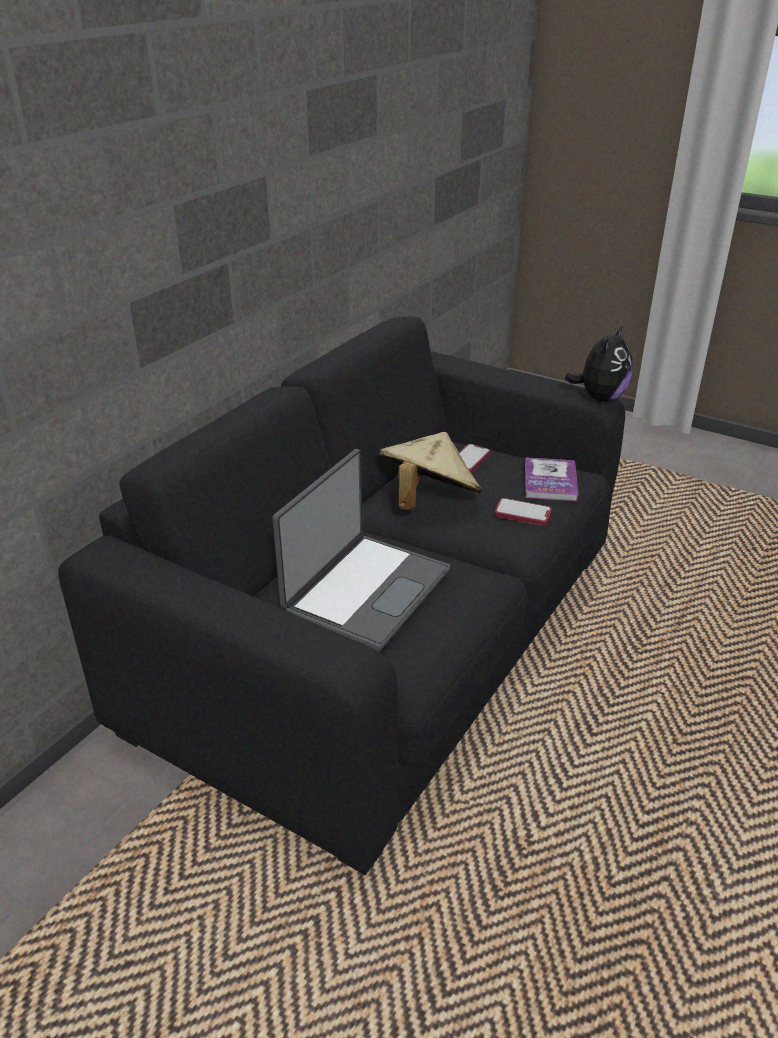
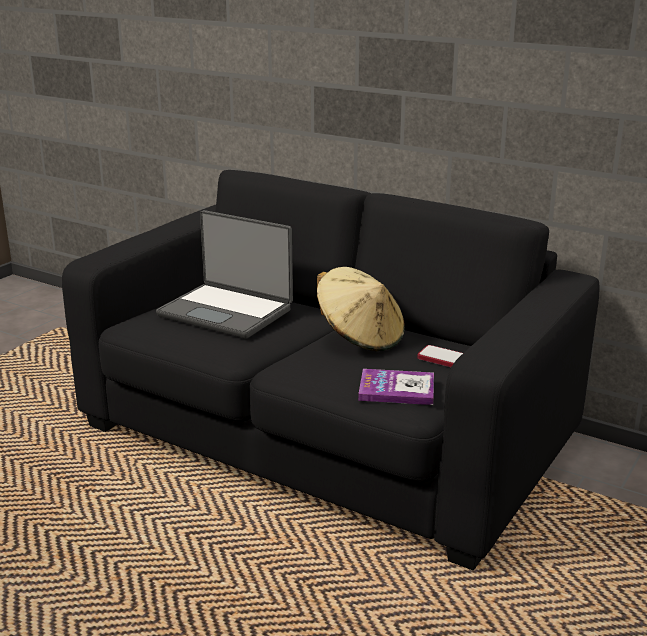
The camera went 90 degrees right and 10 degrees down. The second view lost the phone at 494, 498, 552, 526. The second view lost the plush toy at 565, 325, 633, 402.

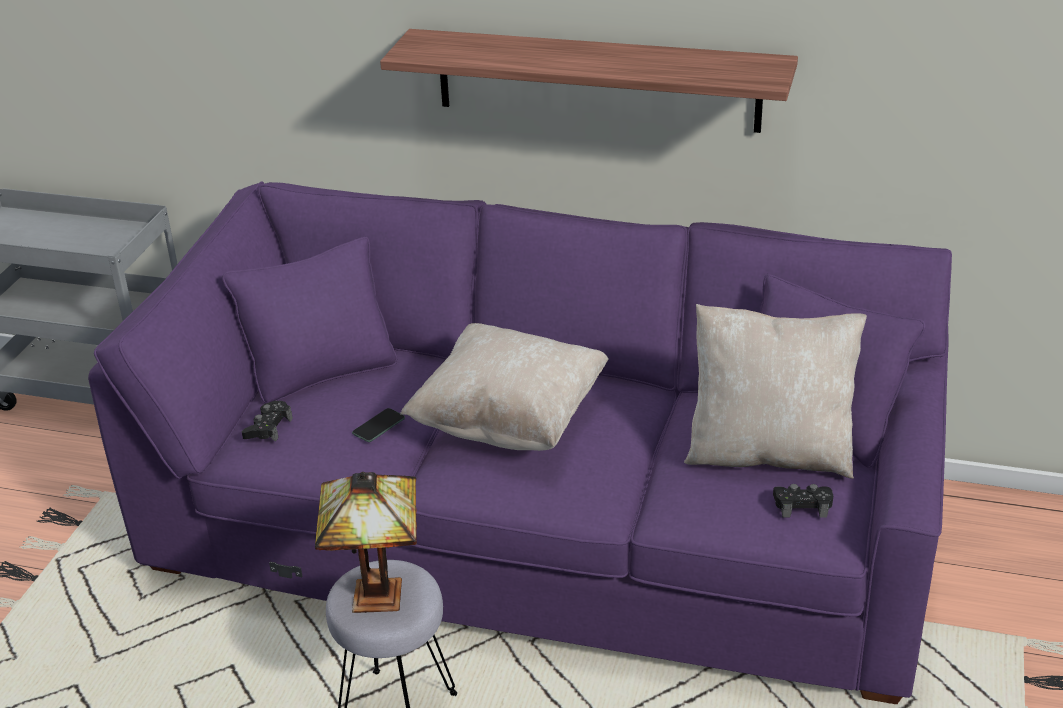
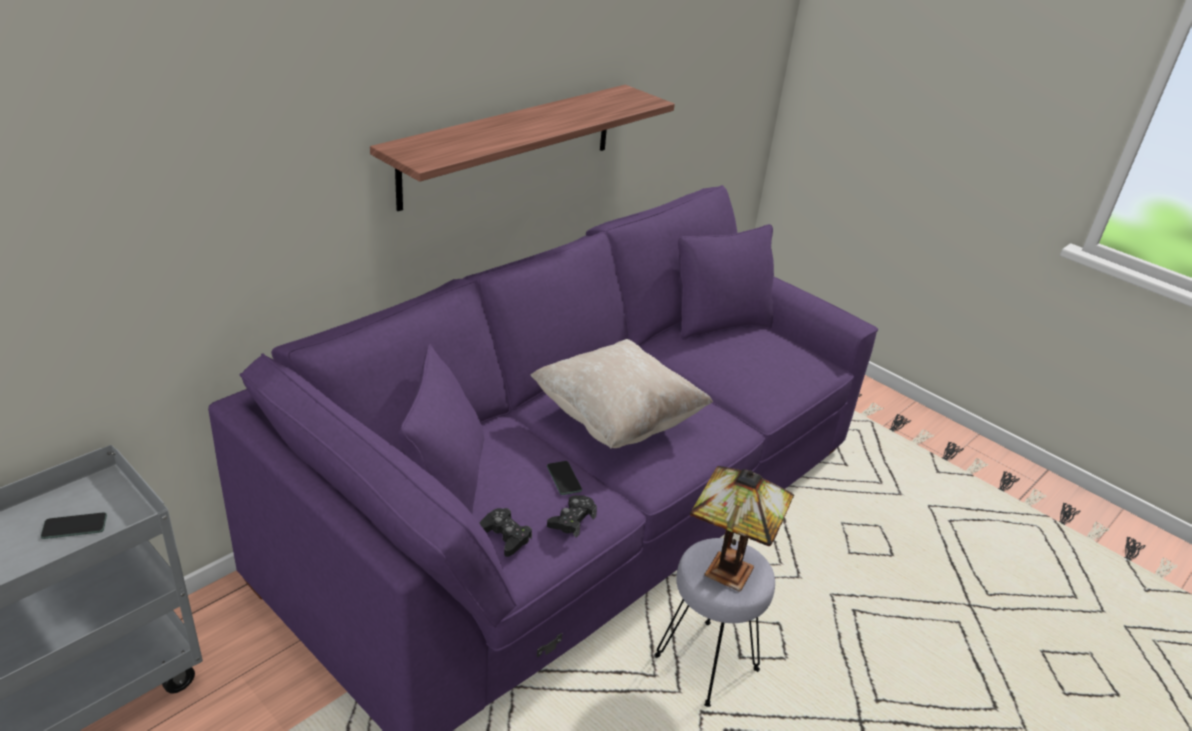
The camera went 65 degrees left and 0 degrees up. The second view gained the phone at 41, 512, 107, 539. The black-coloured gamepad ended up elsewhere, having gone from 773, 484, 833, 517 to 547, 495, 597, 538. The second view lost the sand-coloured throw pillow at 684, 304, 867, 479.

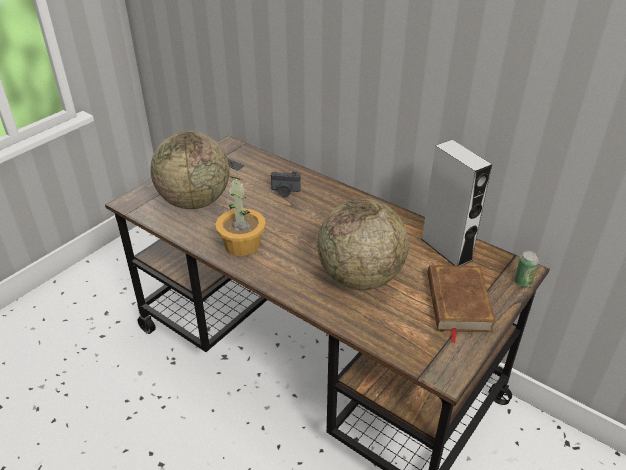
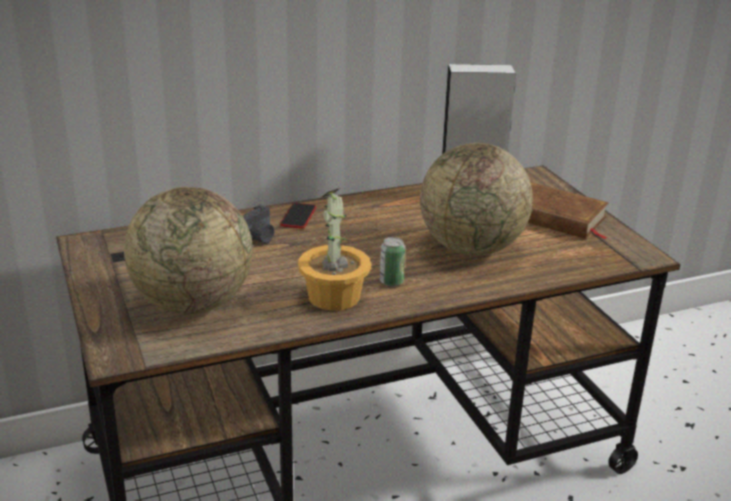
The camera went 60 degrees left and 10 degrees down. The second view gained the phone at 280, 203, 316, 229. The sealed can ended up elsewhere, having gone from 514, 251, 539, 287 to 380, 237, 405, 286.

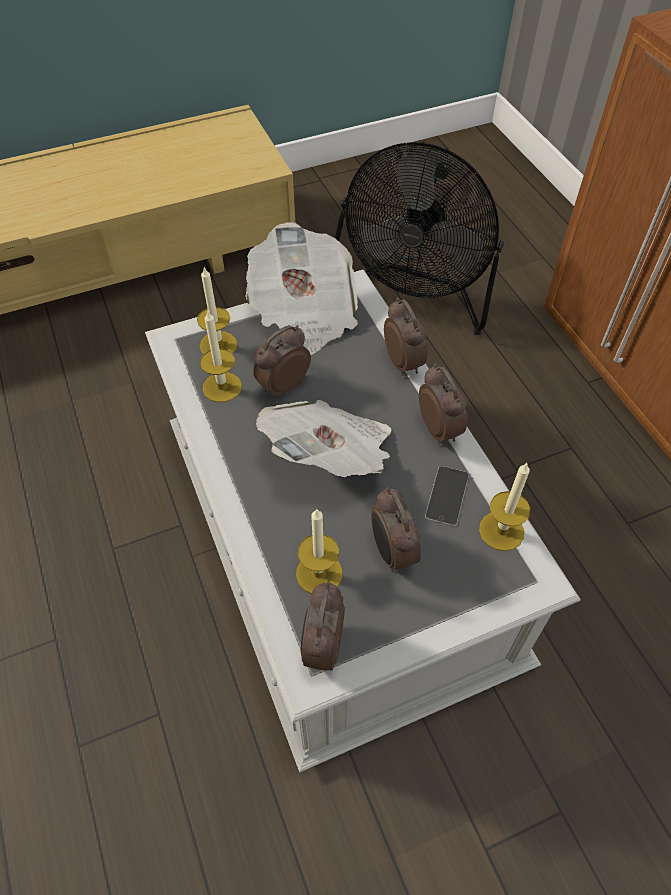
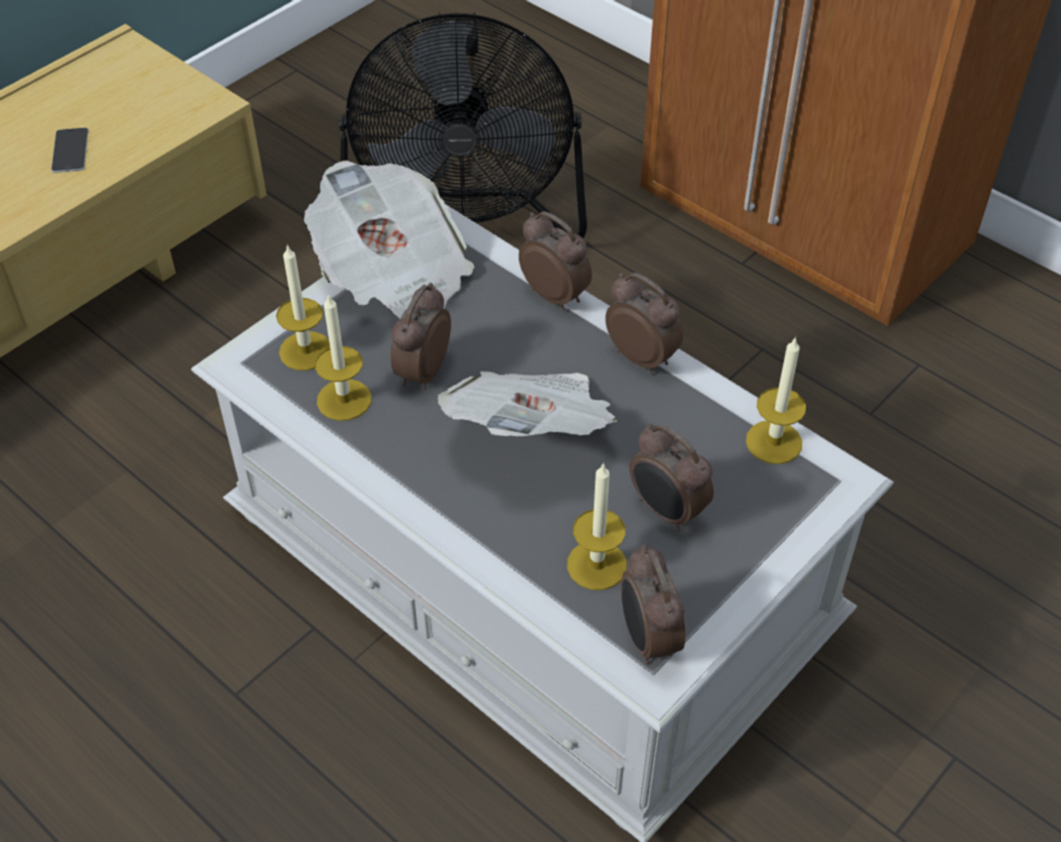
The camera went 25 degrees left and 5 degrees down. The phone ended up elsewhere, having gone from 425, 466, 469, 526 to 51, 128, 88, 173.

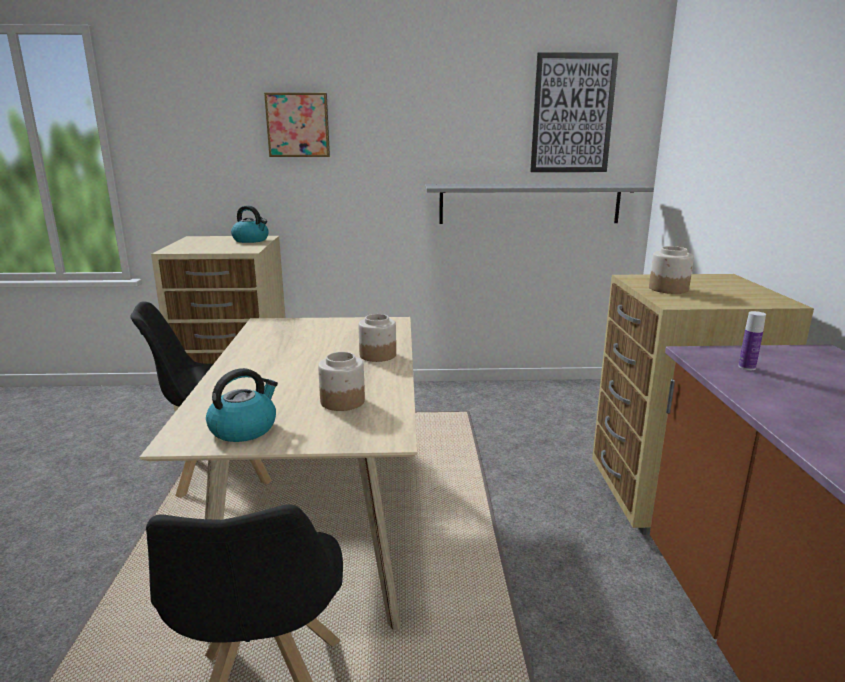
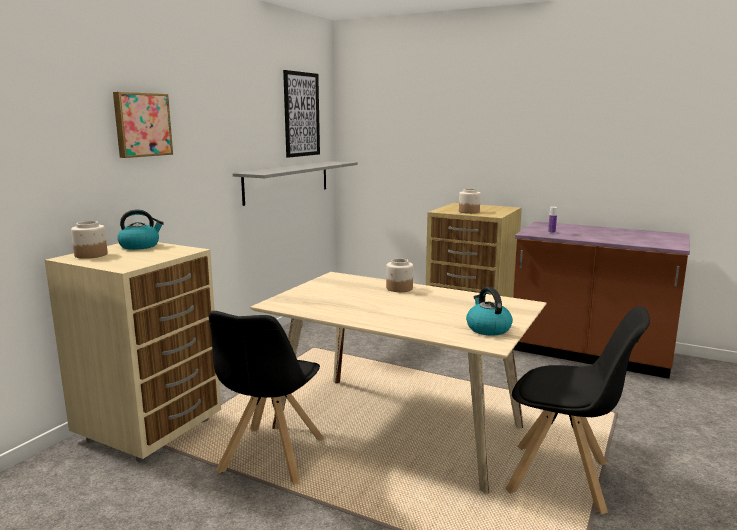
The camera went 60 degrees left and 5 degrees down. The storage jar ended up elsewhere, having gone from 318, 352, 365, 411 to 71, 221, 108, 259.

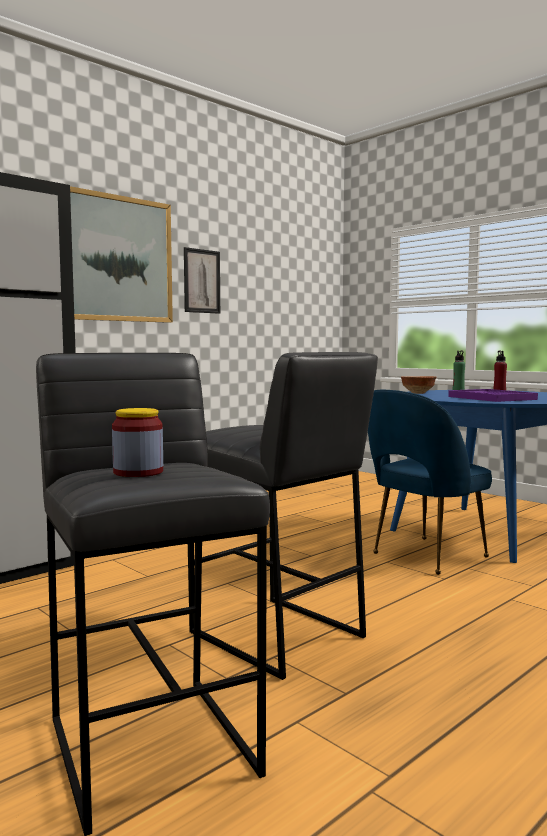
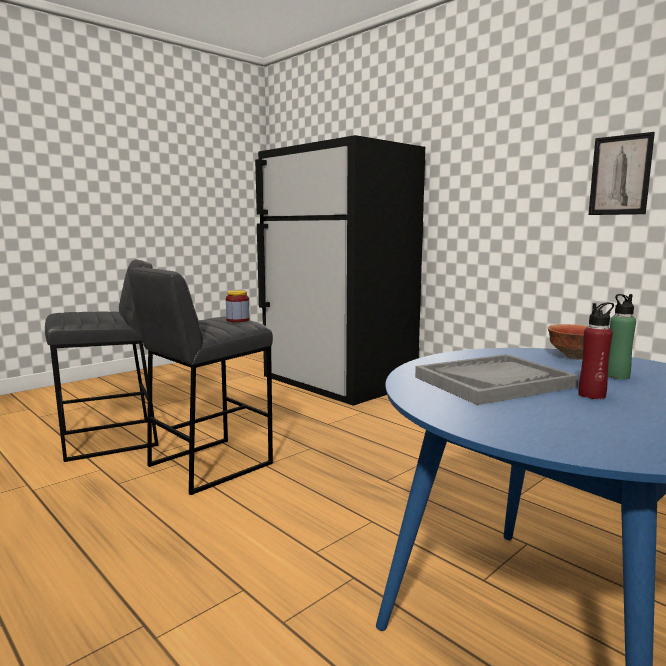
The camera went 90 degrees right and 5 degrees up. The storage jar ended up elsewhere, having gone from 112, 408, 163, 477 to 226, 290, 250, 322. What was the purple-coloured serving tray at 448, 389, 538, 402 turned into the greyish serving tray at 415, 354, 578, 405. The second view lost the picture at 70, 186, 173, 323. The second view lost the bluish chair at 368, 390, 492, 575.

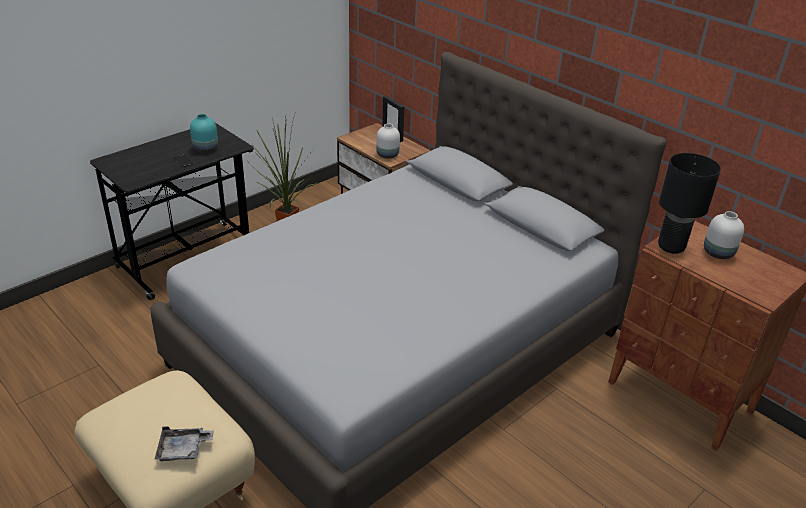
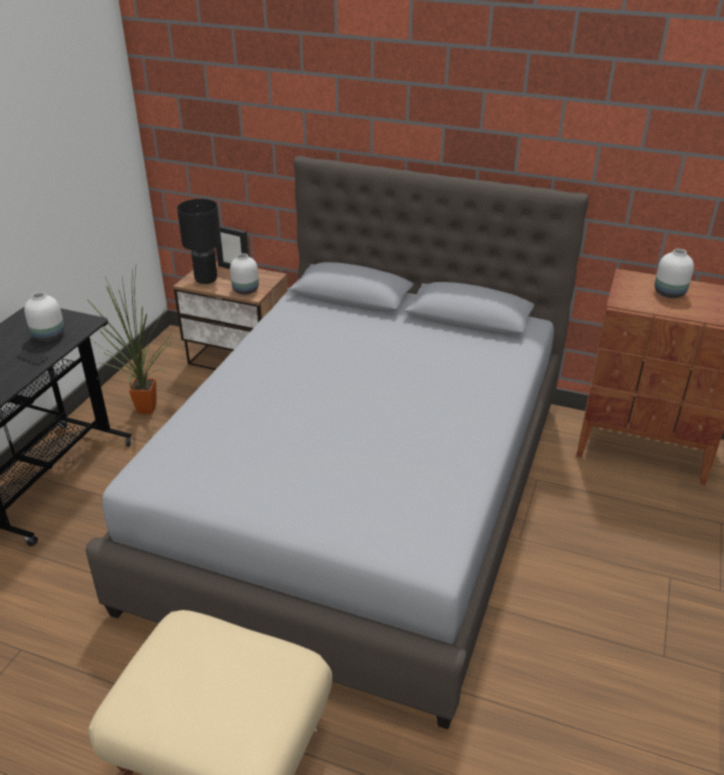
The camera went 25 degrees left and 0 degrees up. What was the turquoise vase at 190, 114, 218, 153 turned into the white-coloured vase at 24, 292, 64, 342. The black-coloured table lamp ended up elsewhere, having gone from 658, 153, 721, 254 to 177, 199, 221, 284. The second view lost the greyish serving tray at 154, 426, 214, 461.

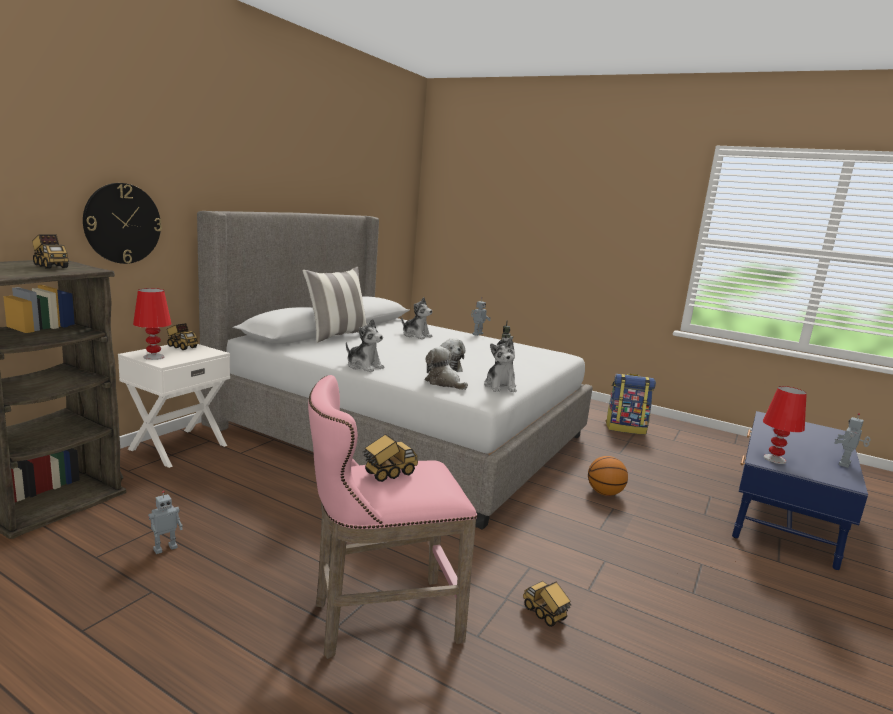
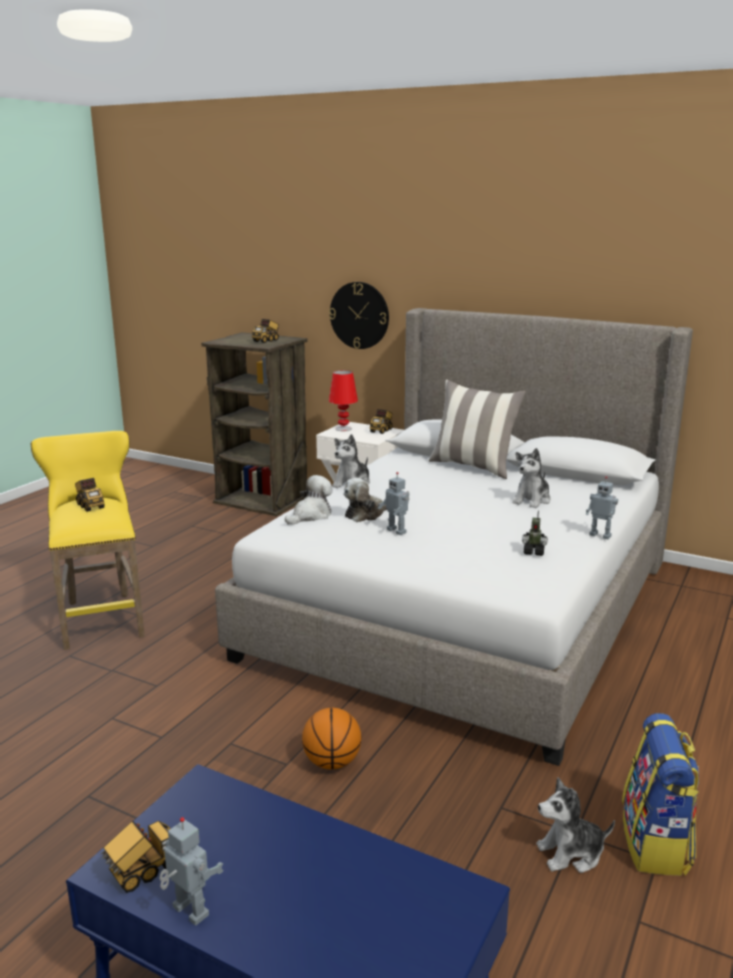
The camera went 90 degrees right and 5 degrees up. What was the pinkish sitting stool at 308, 375, 477, 659 turned into the yellow sitting stool at 31, 431, 145, 650. The toy lorry ended up elsewhere, having gone from 523, 581, 572, 627 to 101, 820, 171, 893. The robot figure ended up elsewhere, having gone from 148, 490, 183, 554 to 378, 472, 409, 535. The plush toy ended up elsewhere, having gone from 484, 338, 517, 392 to 536, 777, 615, 873. The second view lost the red table lamp at 763, 386, 807, 464.

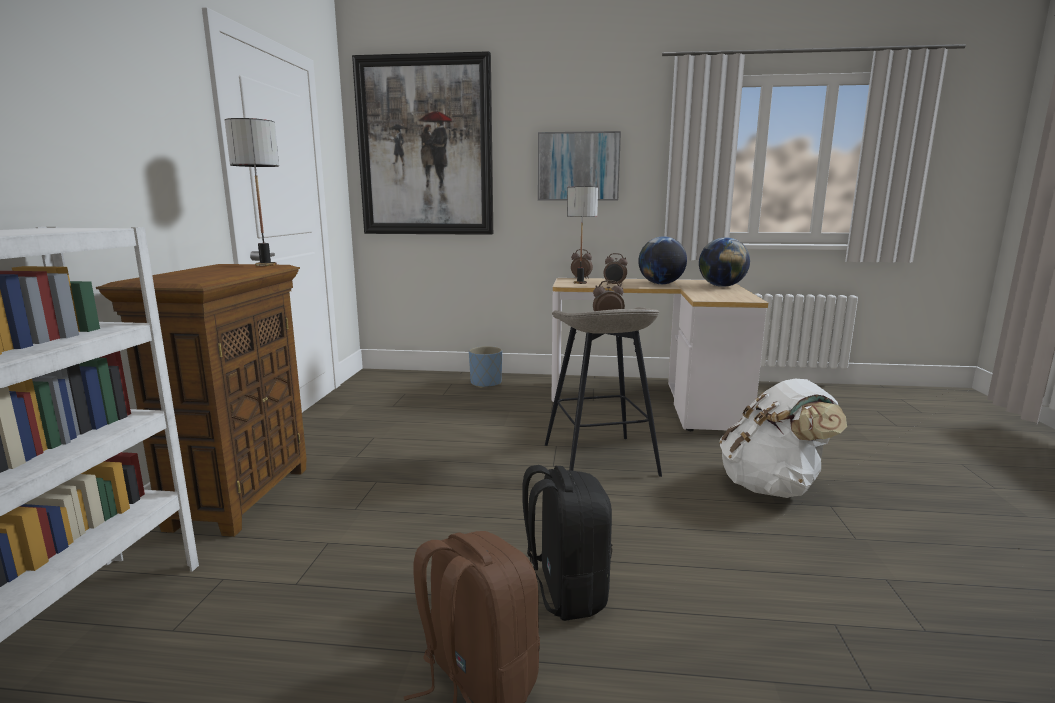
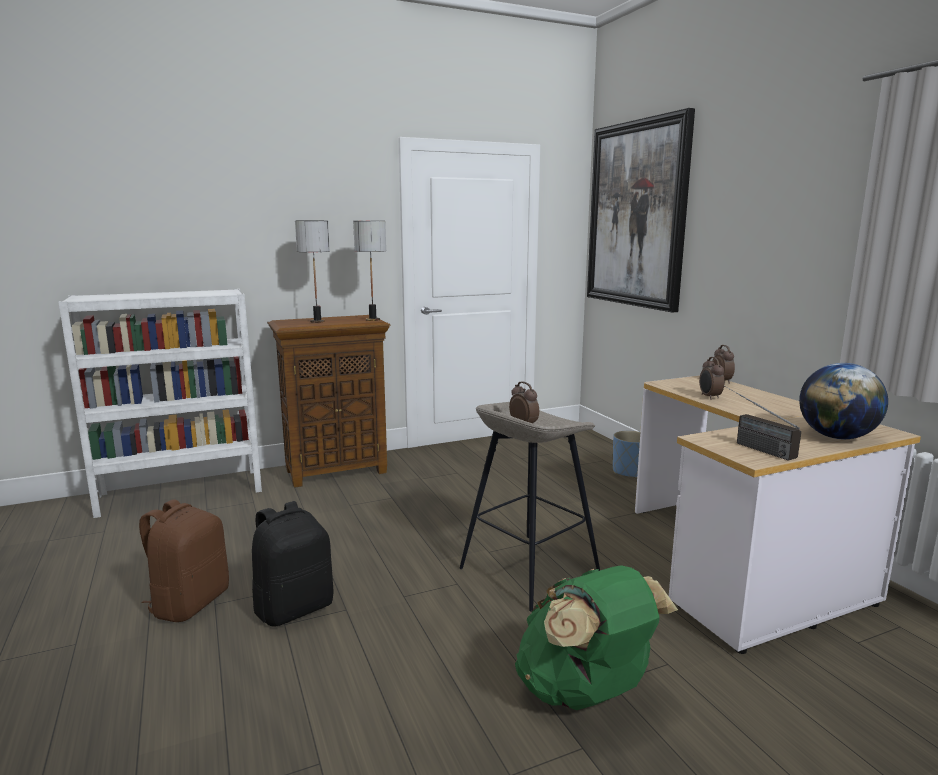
The camera went 60 degrees right and 0 degrees up. The table lamp ended up elsewhere, having gone from 567, 187, 598, 284 to 295, 221, 330, 323. What was the white-coloured rucksack at 719, 379, 847, 498 turned into the green-coloured rucksack at 515, 565, 678, 710. The second view gained the radio set at 724, 385, 801, 461. The second view lost the picture at 538, 131, 621, 200. The second view lost the desk globe at 638, 236, 687, 284.

